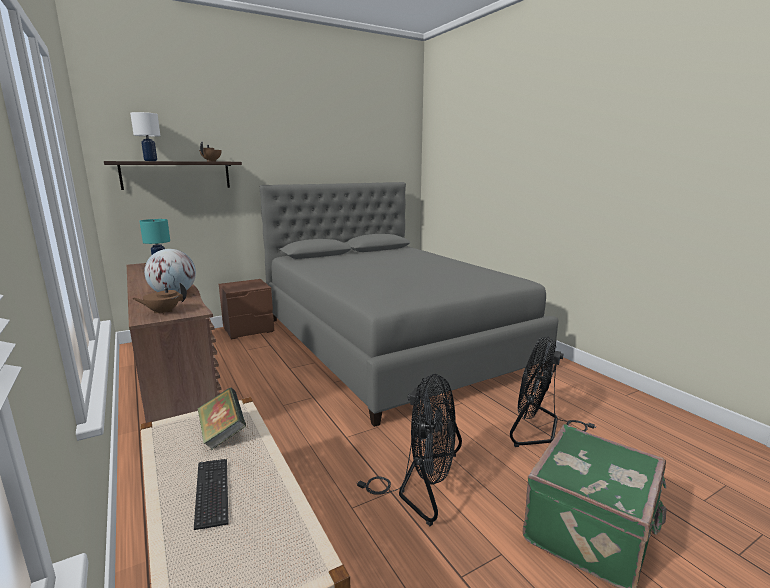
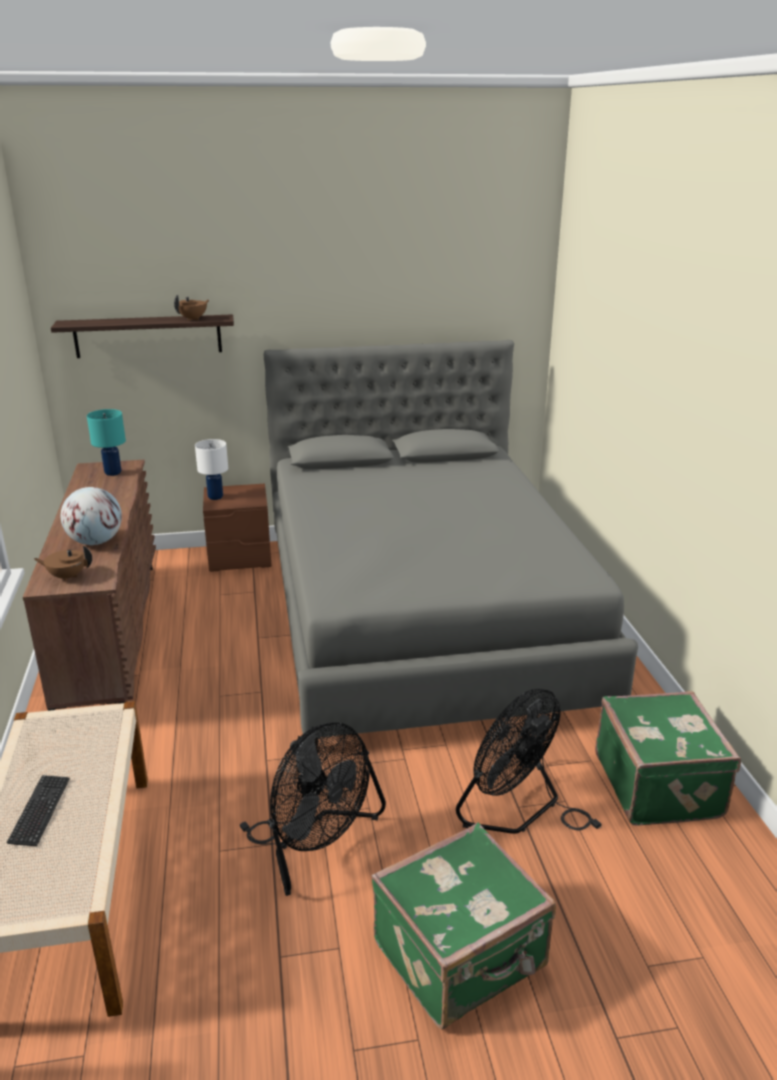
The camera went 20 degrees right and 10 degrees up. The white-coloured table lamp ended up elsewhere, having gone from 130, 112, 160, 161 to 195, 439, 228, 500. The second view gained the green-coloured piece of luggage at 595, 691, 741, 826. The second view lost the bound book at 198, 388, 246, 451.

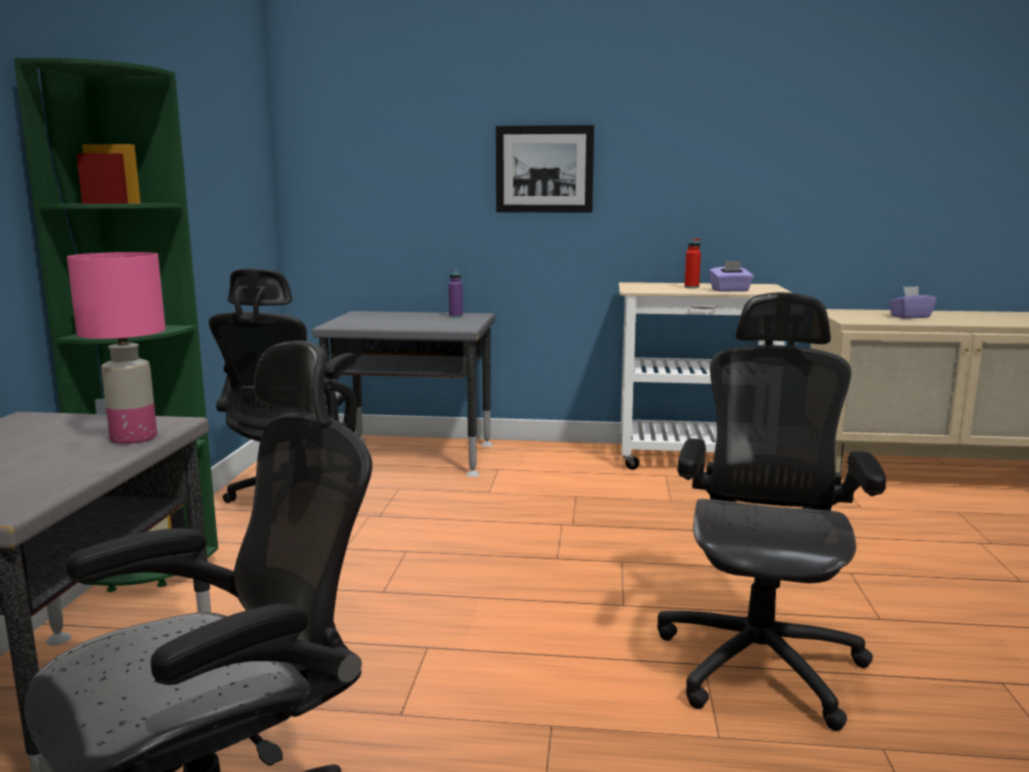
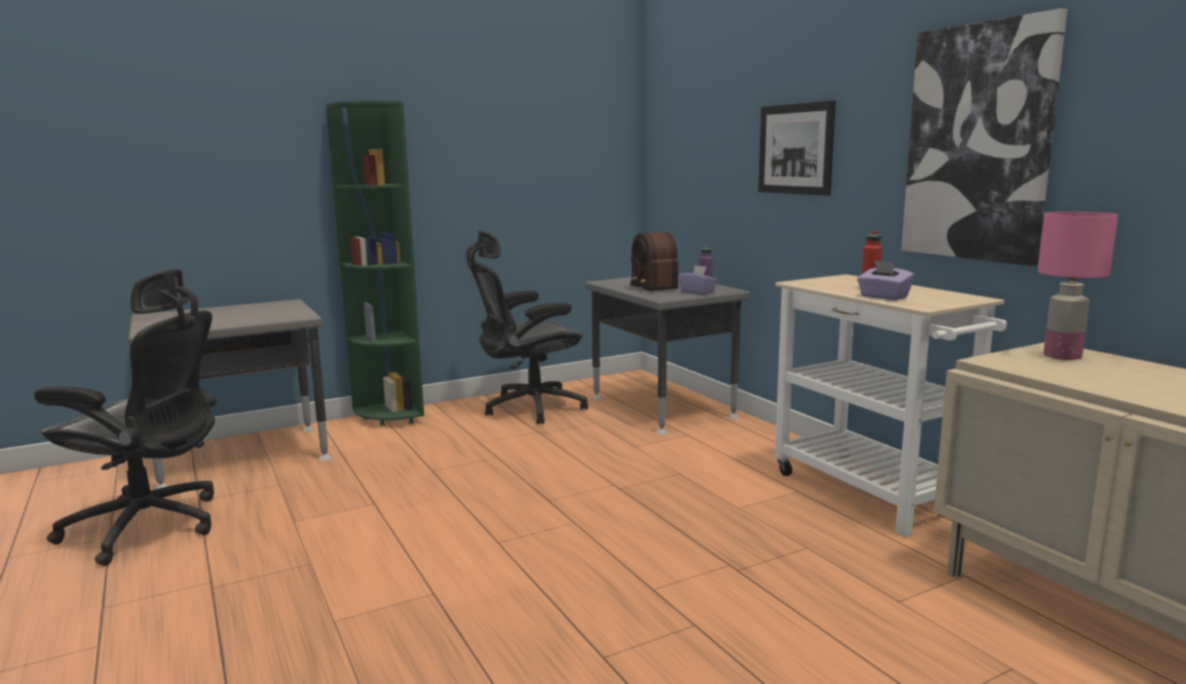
The camera went 55 degrees right and 0 degrees up. The second view gained the radio set at 630, 232, 679, 291. The purple-coloured tissue holder ended up elsewhere, having gone from 888, 286, 937, 319 to 679, 265, 718, 295. The second view gained the picture at 901, 9, 1067, 266. The pinkish table lamp ended up elsewhere, having gone from 67, 252, 166, 444 to 1038, 212, 1118, 360. The second view lost the office chair at 658, 292, 886, 731.

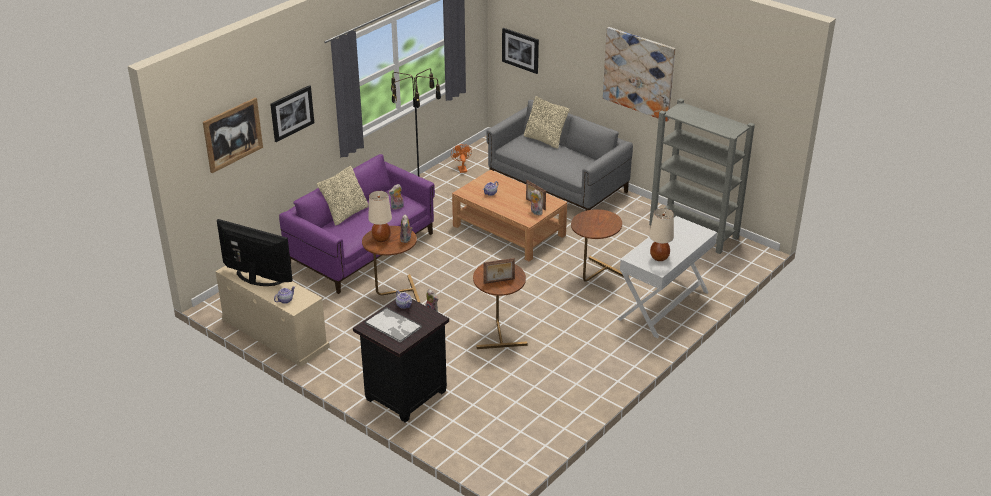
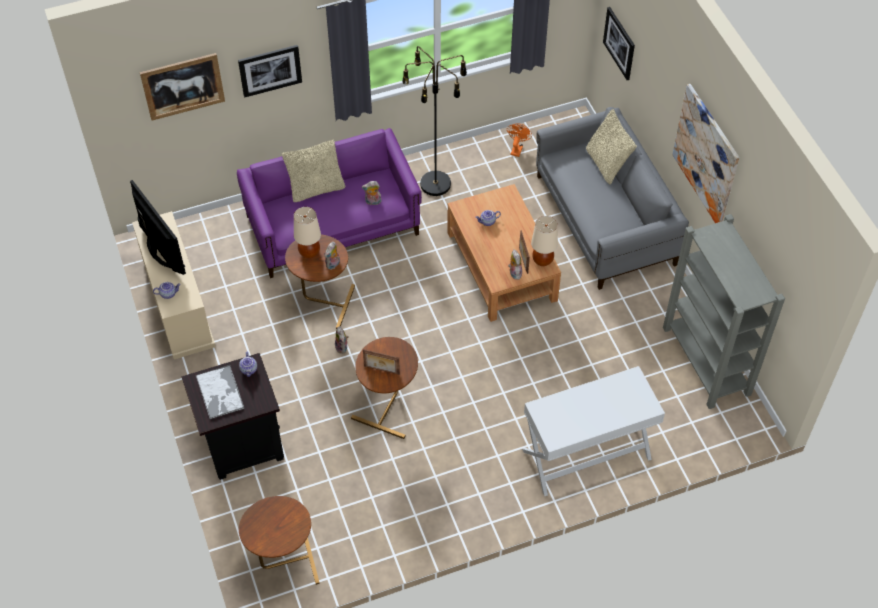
The camera went 30 degrees right and 20 degrees up. The brownish accent table ended up elsewhere, having gone from 571, 209, 623, 282 to 239, 496, 320, 585. The sand-coloured table lamp ended up elsewhere, having gone from 649, 208, 674, 261 to 531, 216, 558, 266.

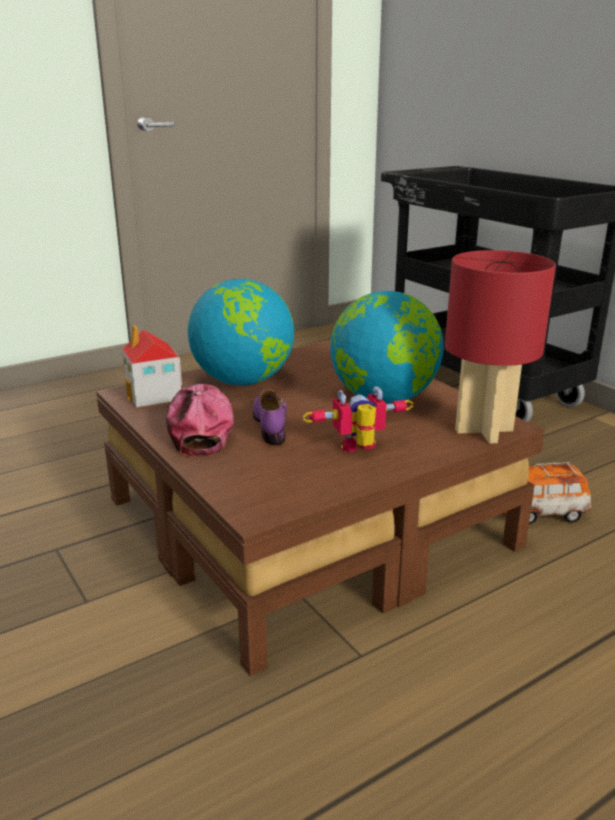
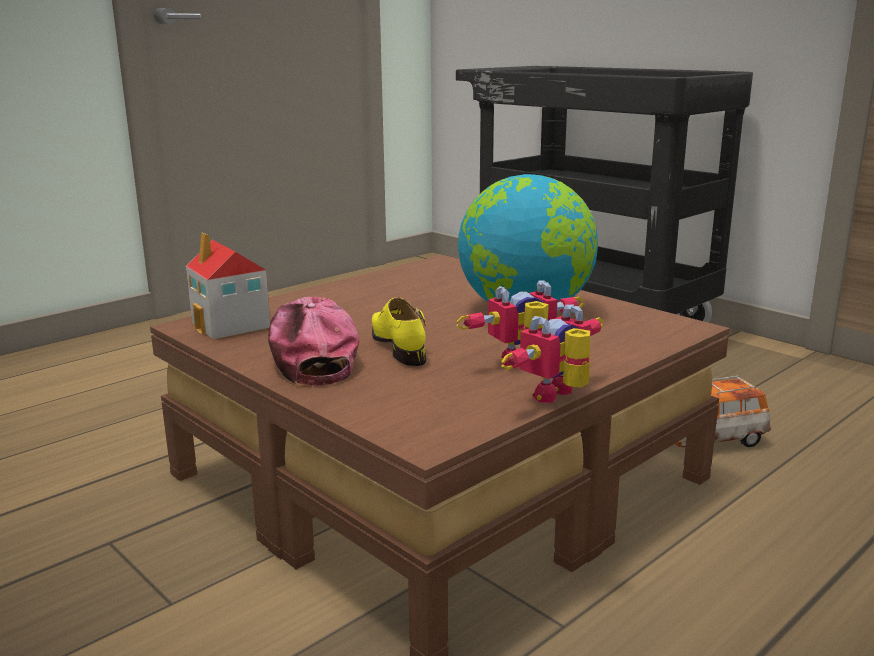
The camera went 10 degrees left and 5 degrees down. What was the purple-coloured shoe at 253, 389, 287, 445 turned into the yellow shoe at 372, 297, 426, 366. The second view gained the robot figure at 501, 304, 603, 403. The second view lost the desk globe at 188, 279, 294, 386. The second view lost the red table lamp at 445, 250, 556, 444.

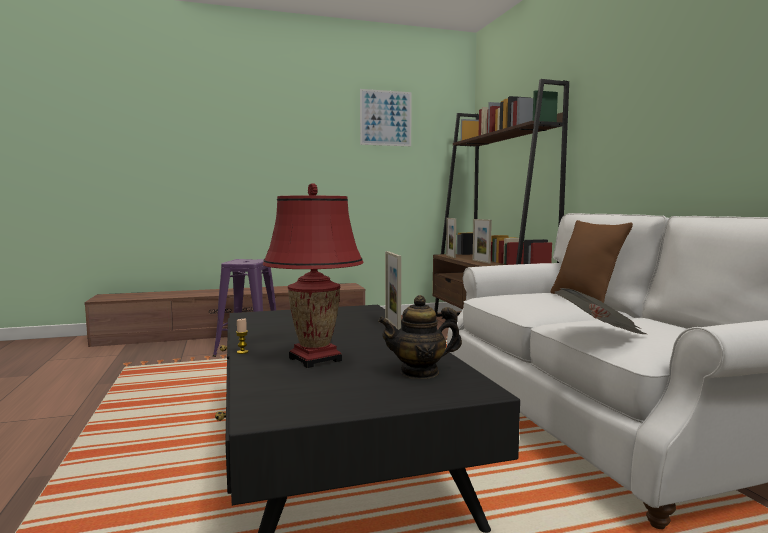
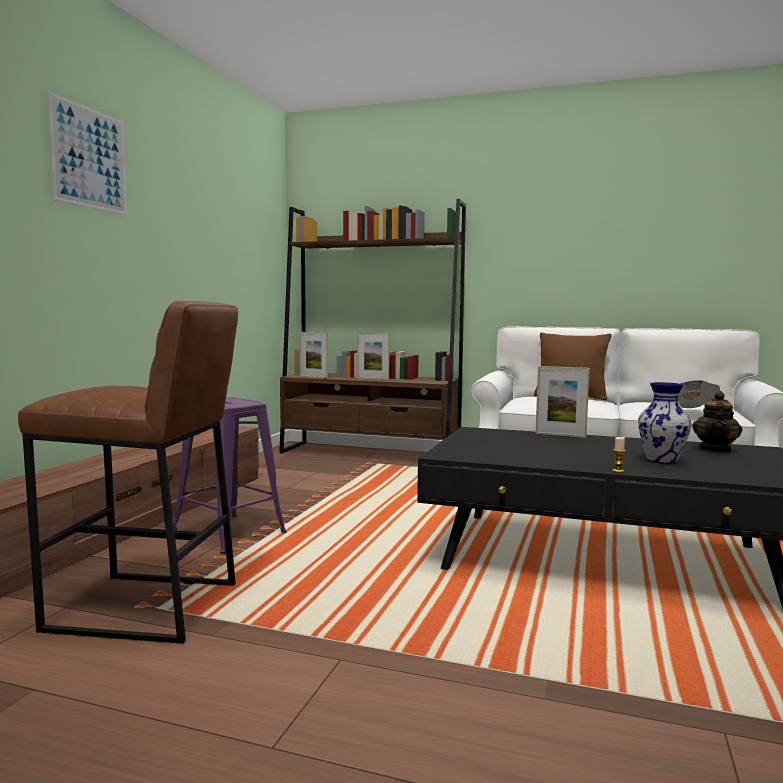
The camera went 55 degrees left and 0 degrees up. The second view gained the brownish sitting stool at 18, 301, 238, 644. The picture ended up elsewhere, having gone from 360, 89, 412, 146 to 48, 92, 127, 215. Where the red table lamp stood at 263, 183, 363, 368, the vase came to stand at 638, 382, 692, 464.

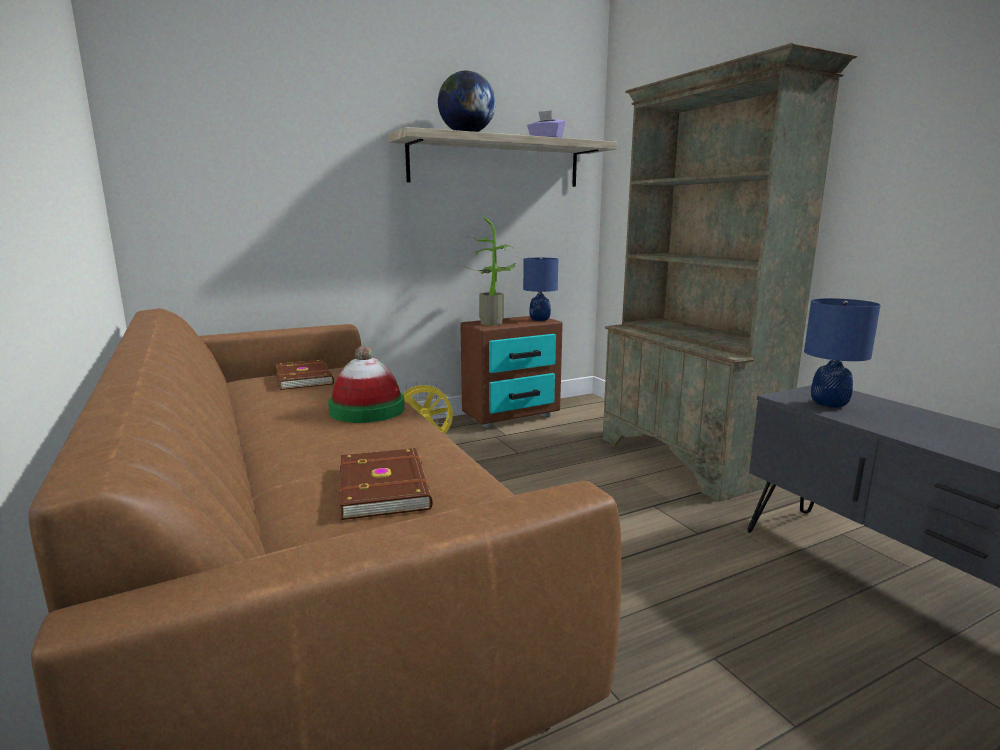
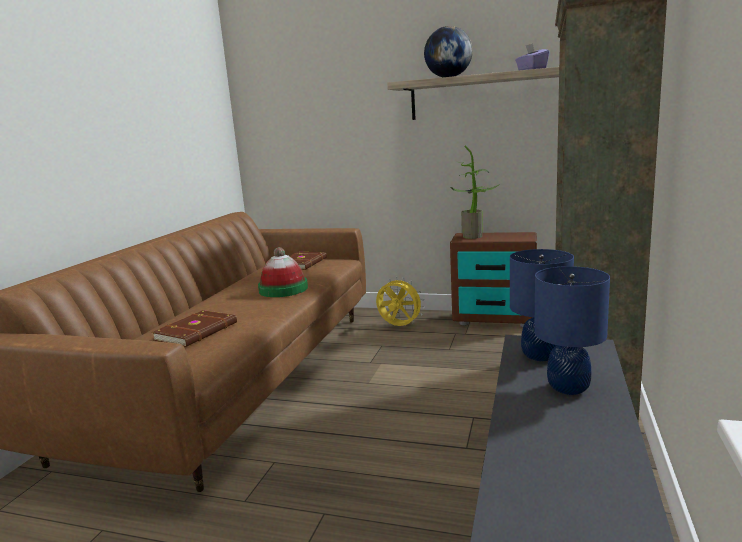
The camera went 45 degrees right and 0 degrees up. The bluish table lamp ended up elsewhere, having gone from 523, 258, 558, 321 to 534, 266, 610, 395.

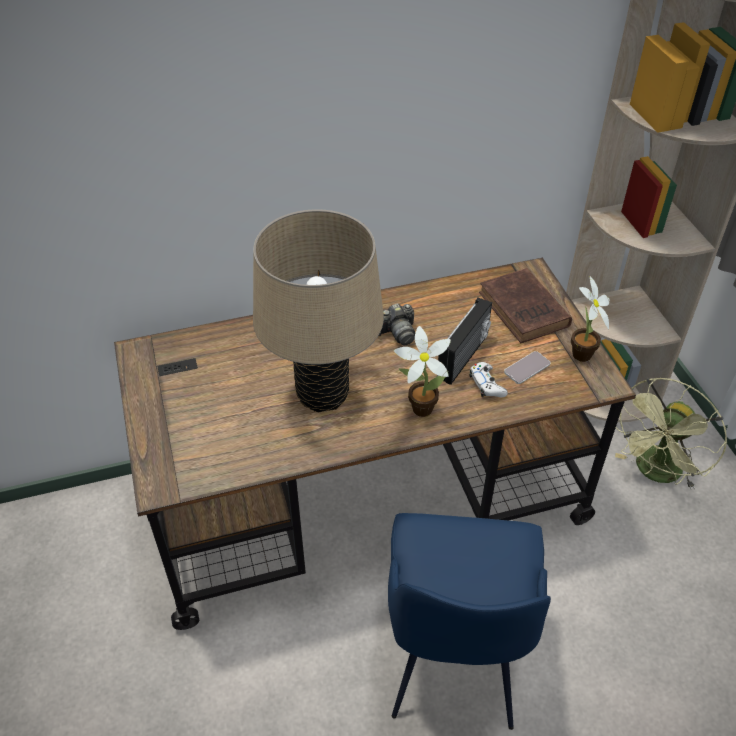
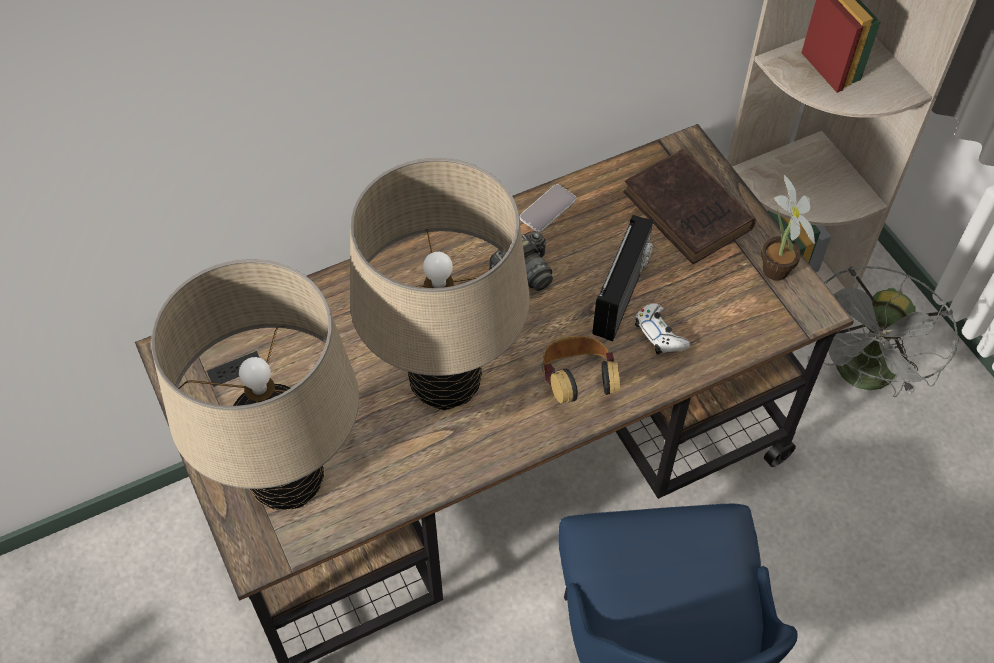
The camera went 10 degrees left and 10 degrees up. The second view gained the sand-coloured table lamp at 151, 259, 359, 510. The phone ended up elsewhere, having gone from 504, 351, 551, 384 to 520, 184, 577, 232. Where the plant in a pot stood at 394, 326, 451, 417, the headphones came to stand at 542, 336, 620, 403. What was the green-coloured fan at 615, 378, 727, 490 turned into the greyish fan at 808, 266, 959, 397.

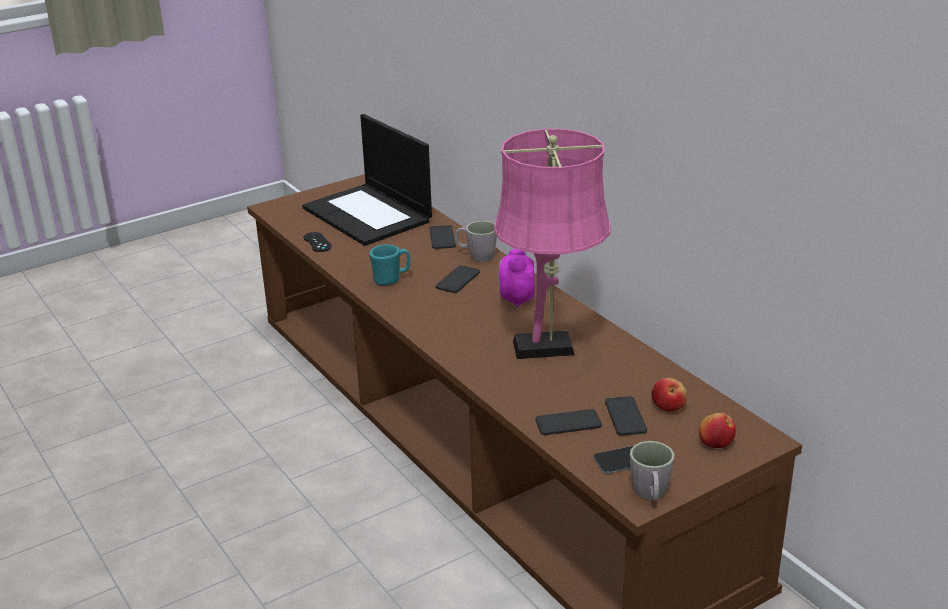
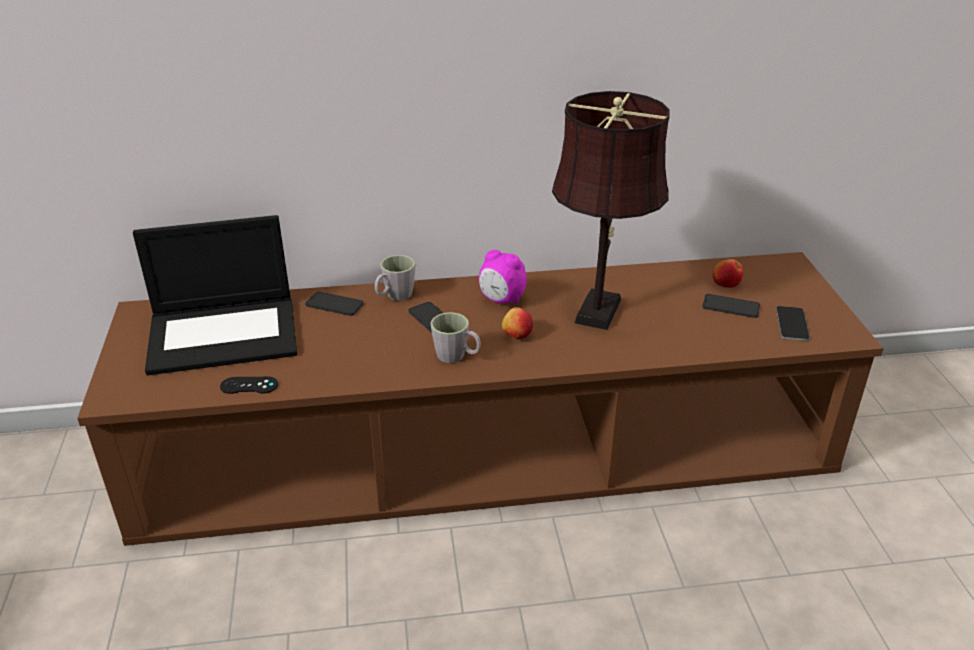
The camera went 65 degrees left and 5 degrees up. The greyish mug ended up elsewhere, having gone from 630, 441, 674, 501 to 431, 312, 481, 363. The apple ended up elsewhere, having gone from 699, 413, 736, 448 to 502, 307, 533, 339. What was the pinkish table lamp at 494, 129, 610, 359 turned into the brownish table lamp at 552, 91, 669, 330. The second view lost the turquoise mug at 369, 244, 410, 285. The second view lost the phone at 535, 409, 602, 435.

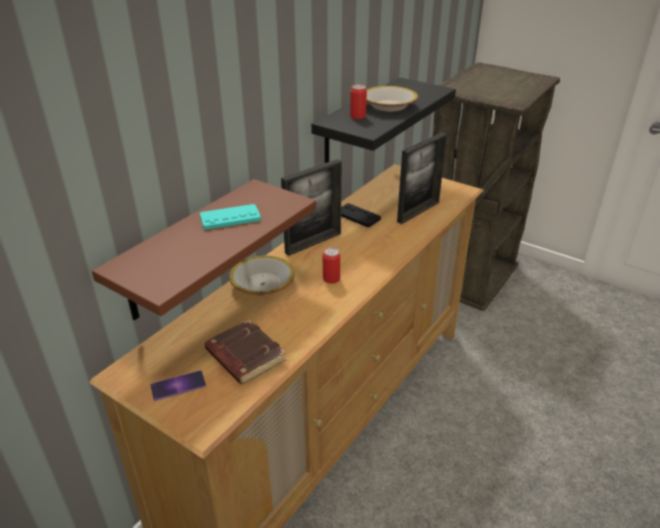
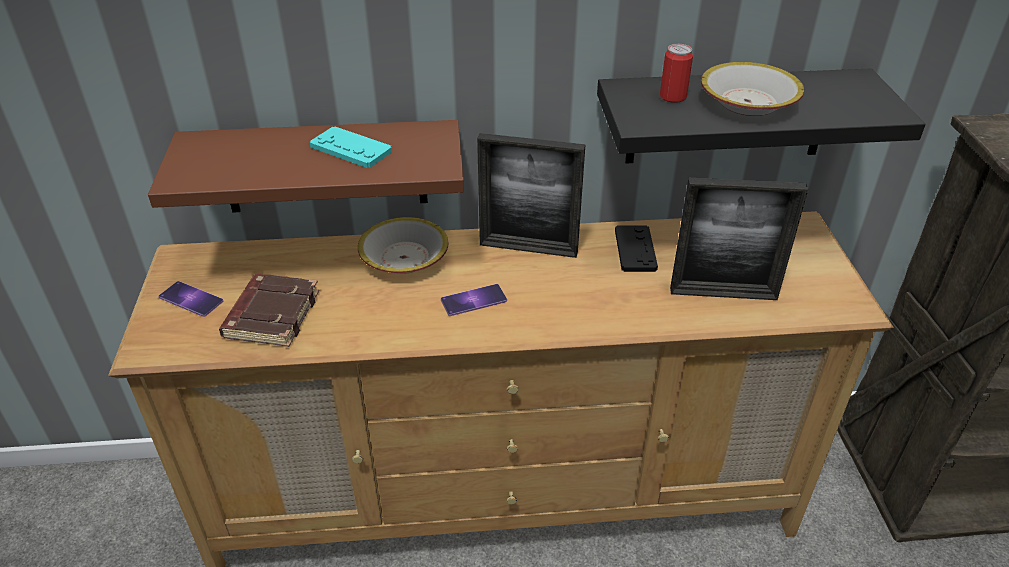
The camera went 50 degrees right and 5 degrees up. Where the sealed can stood at 323, 247, 340, 284, the phone came to stand at 441, 284, 507, 316.

